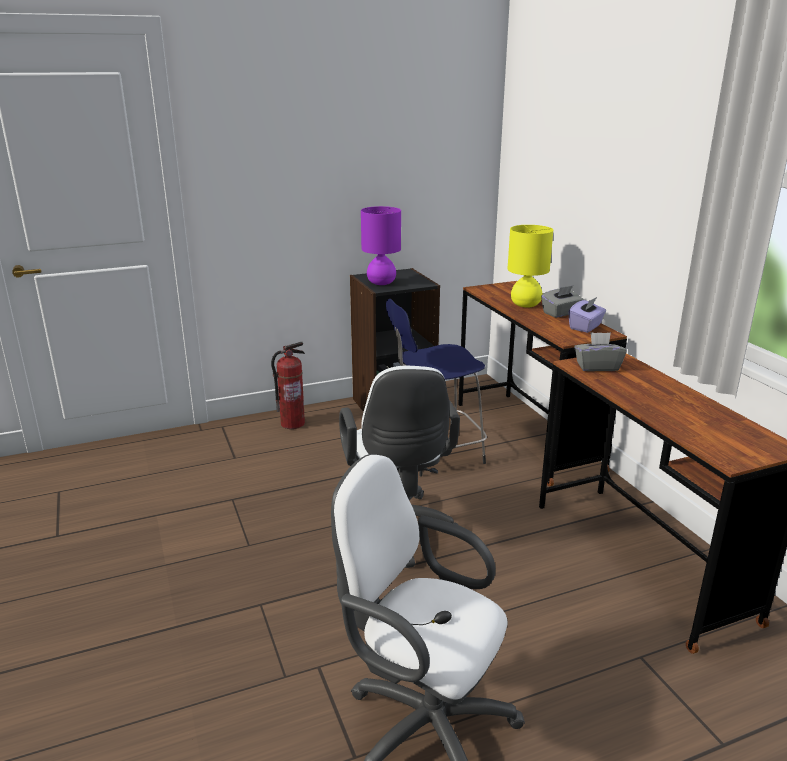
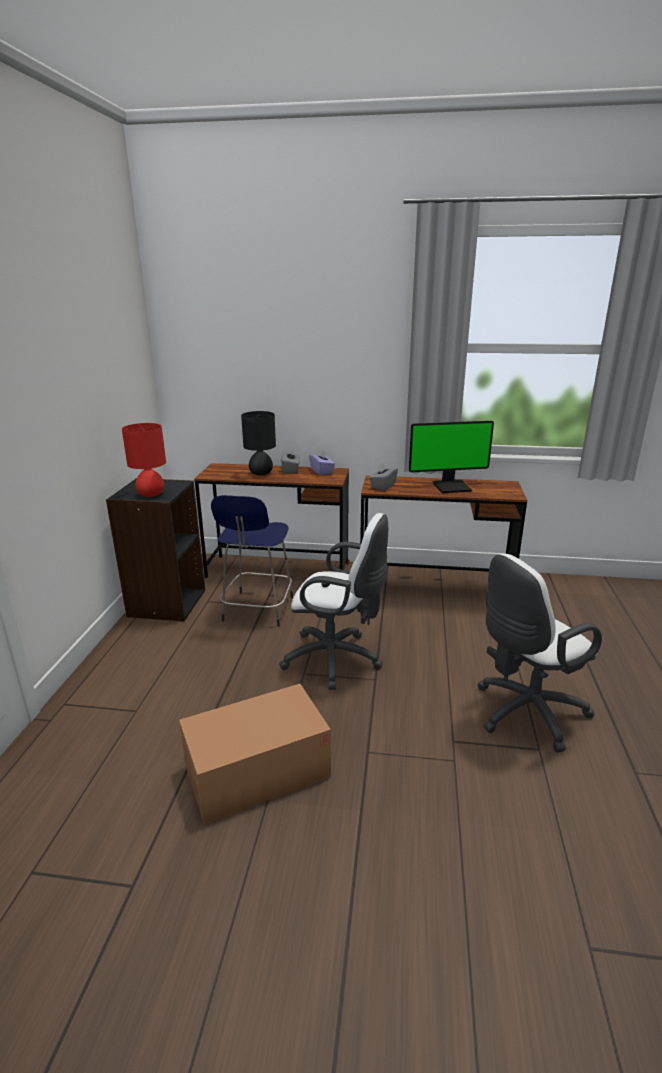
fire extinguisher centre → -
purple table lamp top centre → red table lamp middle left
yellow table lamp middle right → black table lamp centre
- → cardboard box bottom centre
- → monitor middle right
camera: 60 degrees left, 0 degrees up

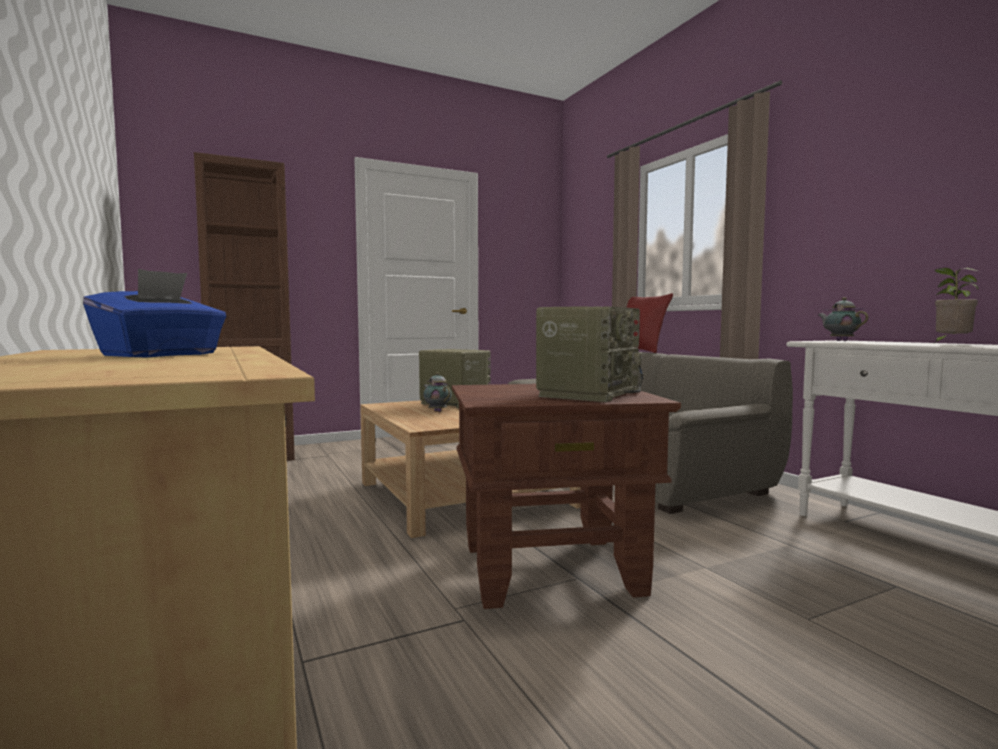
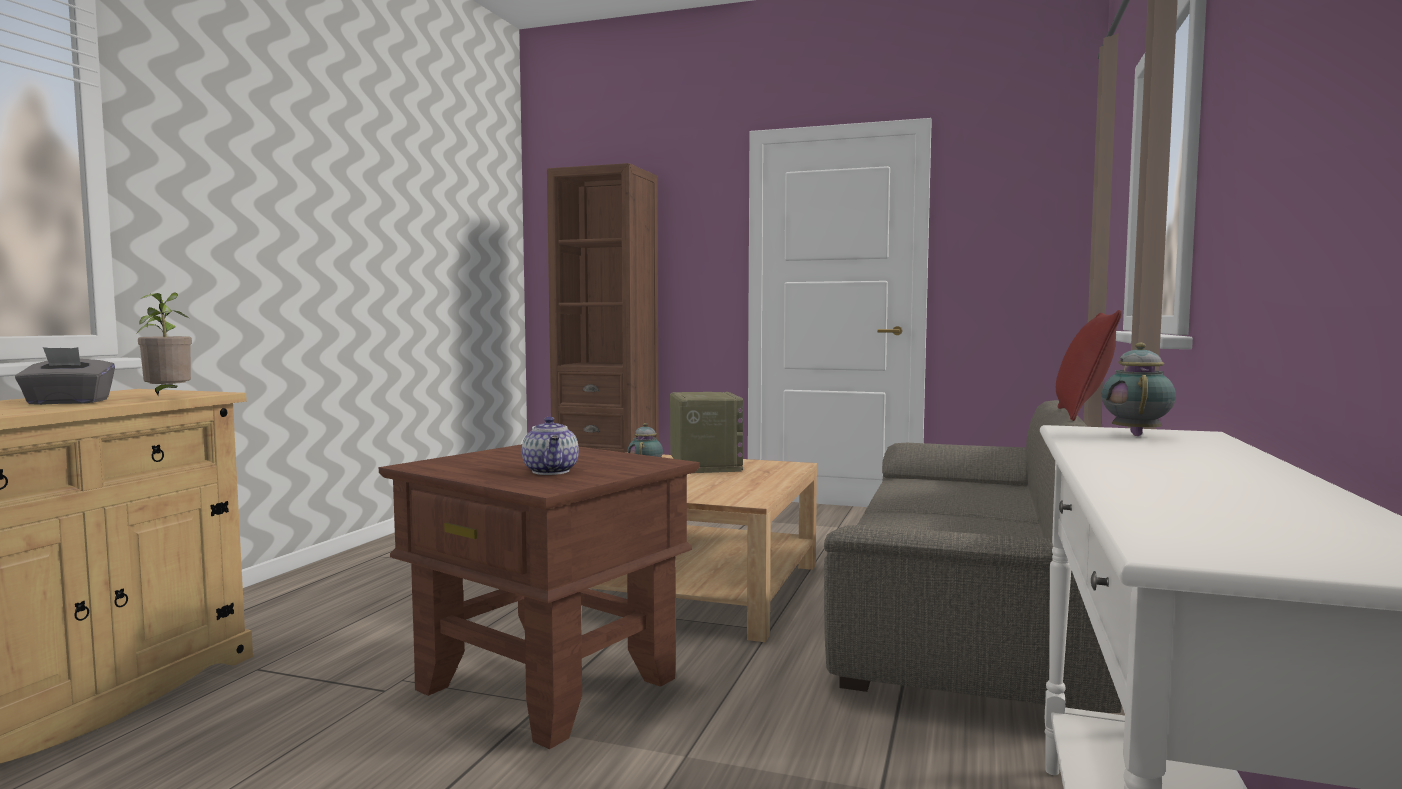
blue tissue box middle left → grey tissue box middle left
radio (no. 2 from left) centre → teapot (no. 1 from left) centre
potted plant middle right → potted plant middle left, shifted
camera: 45 degrees right, 0 degrees up

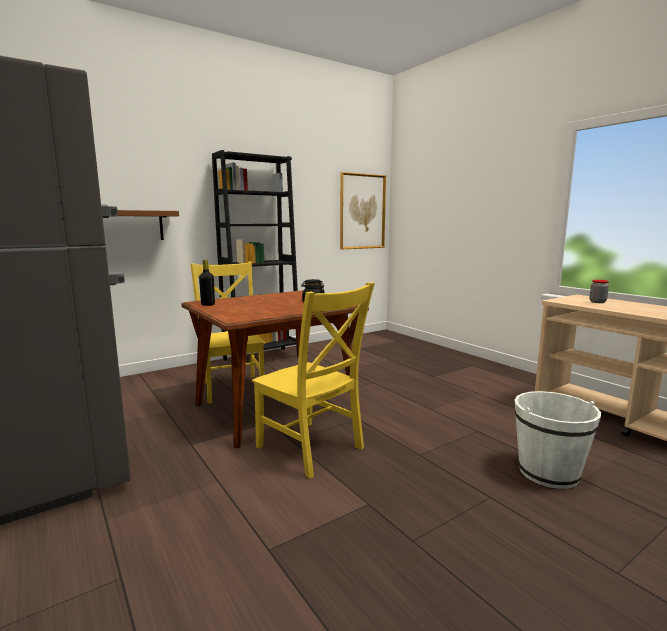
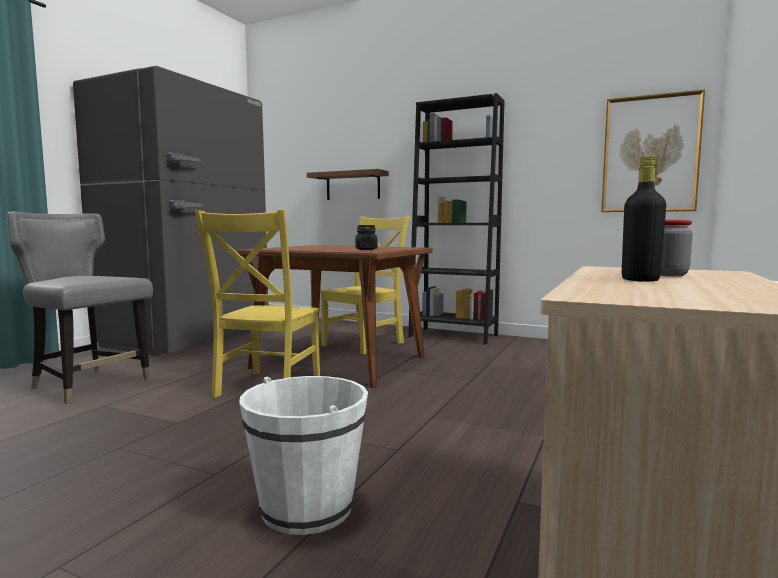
black bottle middle left → black bottle middle right, shifted
- → grey chair middle left
camera: 60 degrees right, 5 degrees down

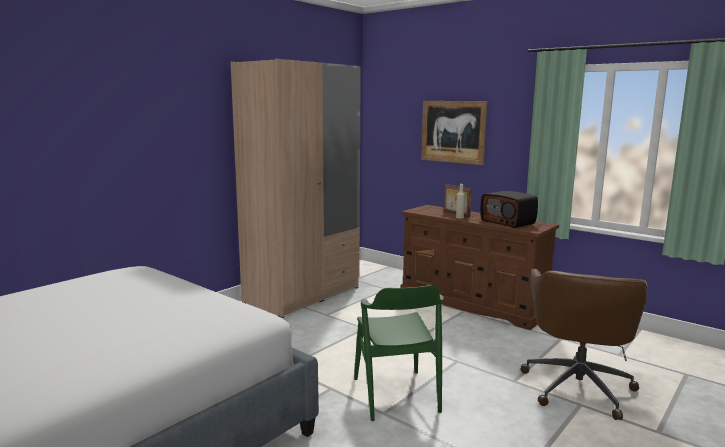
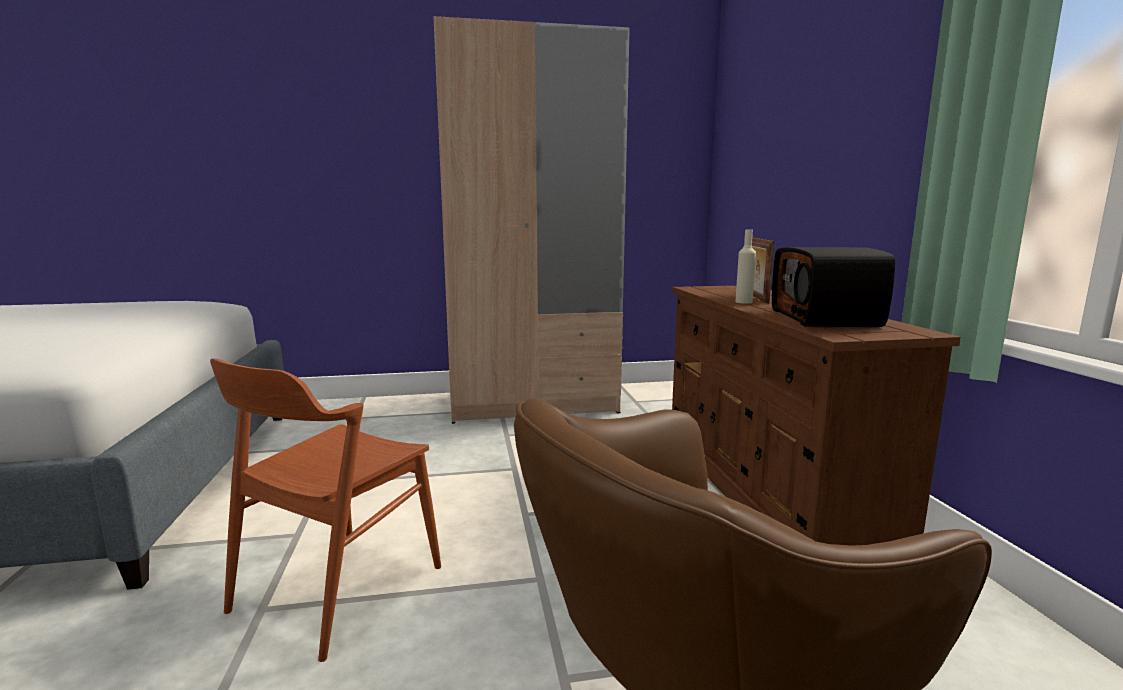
green chair bottom centre → brown chair bottom left
picture top centre → -
camera: 40 degrees right, 0 degrees up

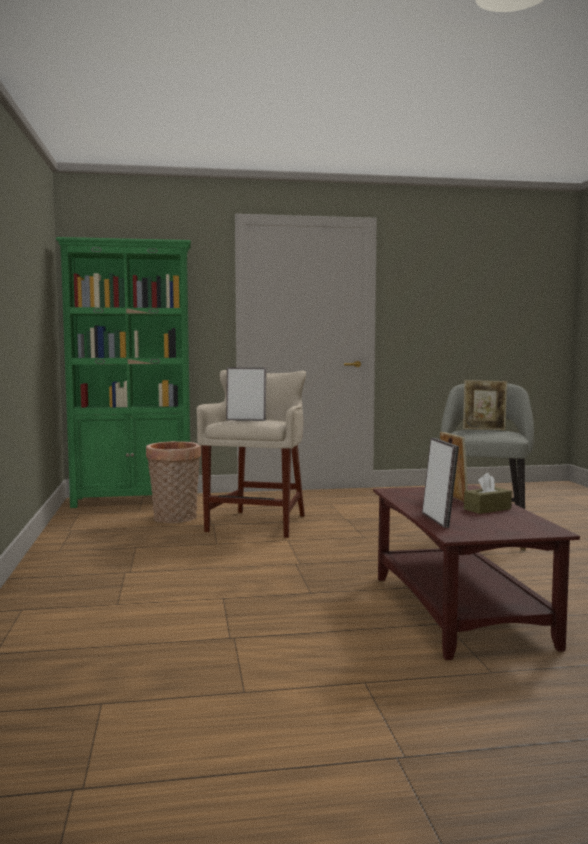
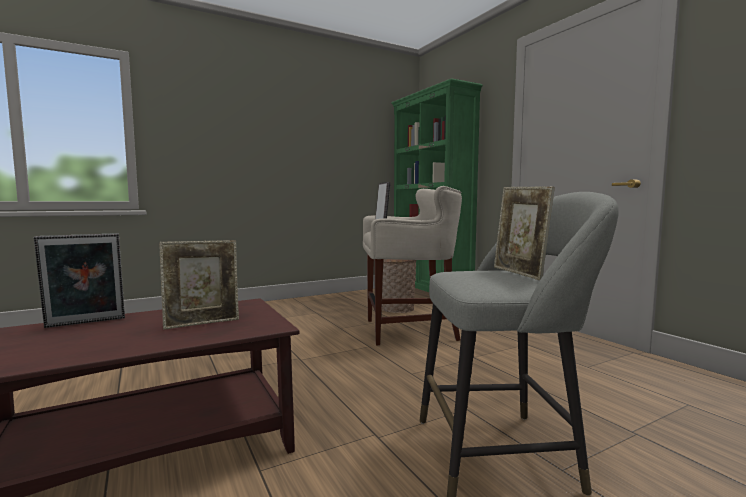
brown tissue box middle right → -
camera: 70 degrees right, 0 degrees up

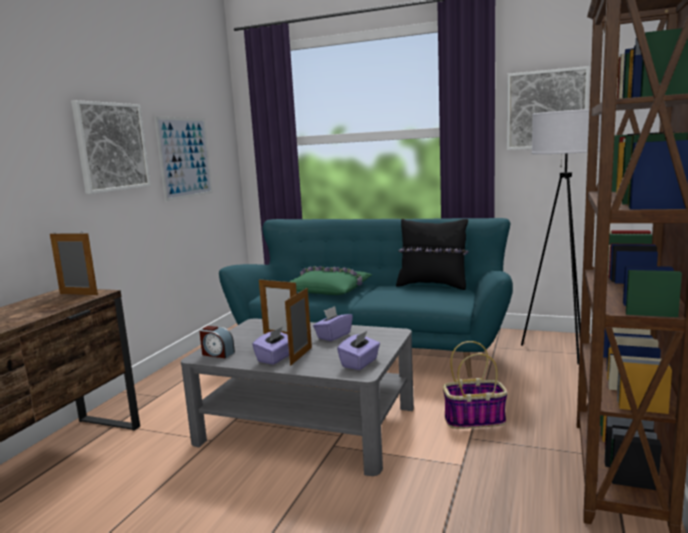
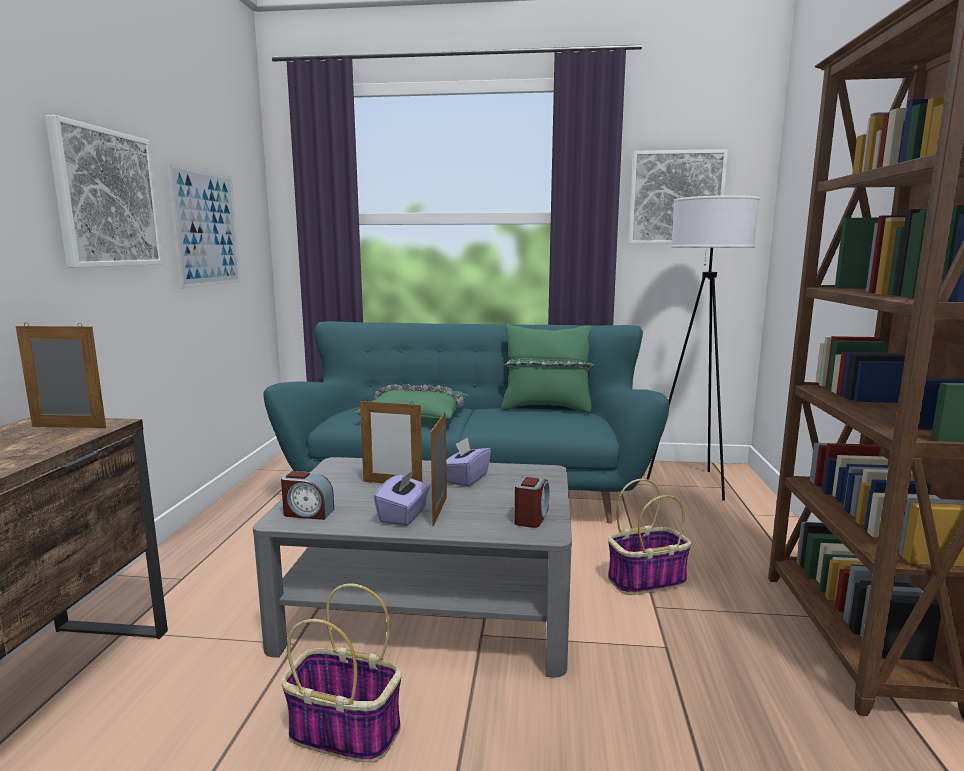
purple tissue box (no. 3 from left) centre → alarm clock (no. 2 from left) centre
black pillow centre → green pillow (no. 2 from left) centre
- → basket (no. 1 from left) bottom centre
camera: 15 degrees left, 0 degrees up

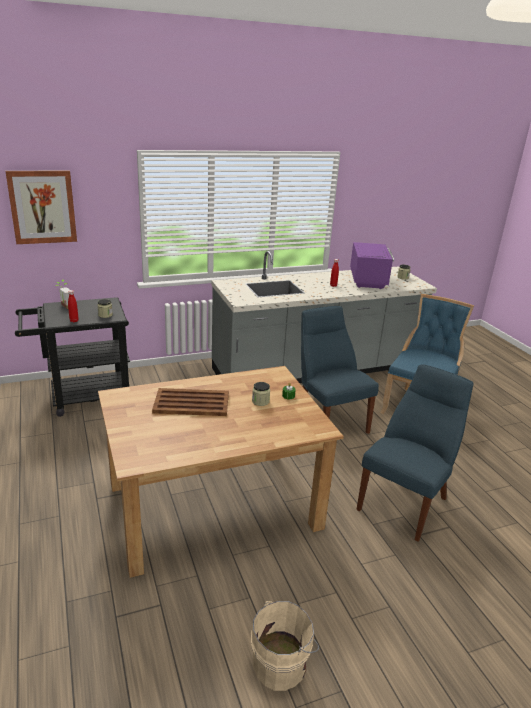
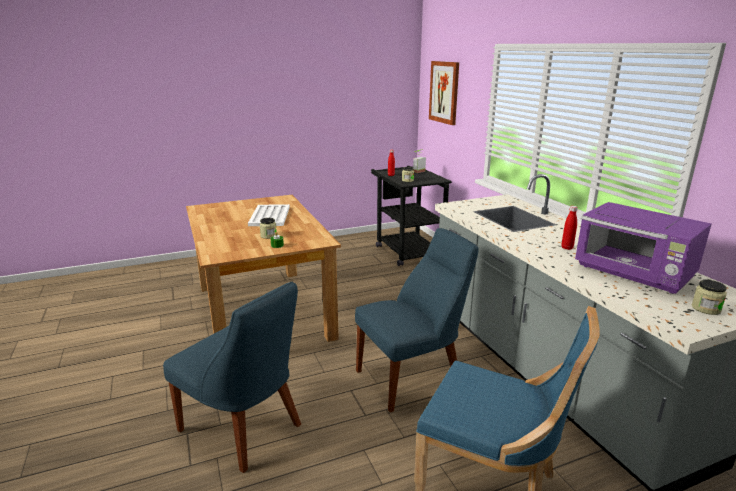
brown tray centre → white tray centre
beige bucket bottom centre → -
purple microwave middle right, 45 degrees clockwise
camera: 90 degrees right, 5 degrees down

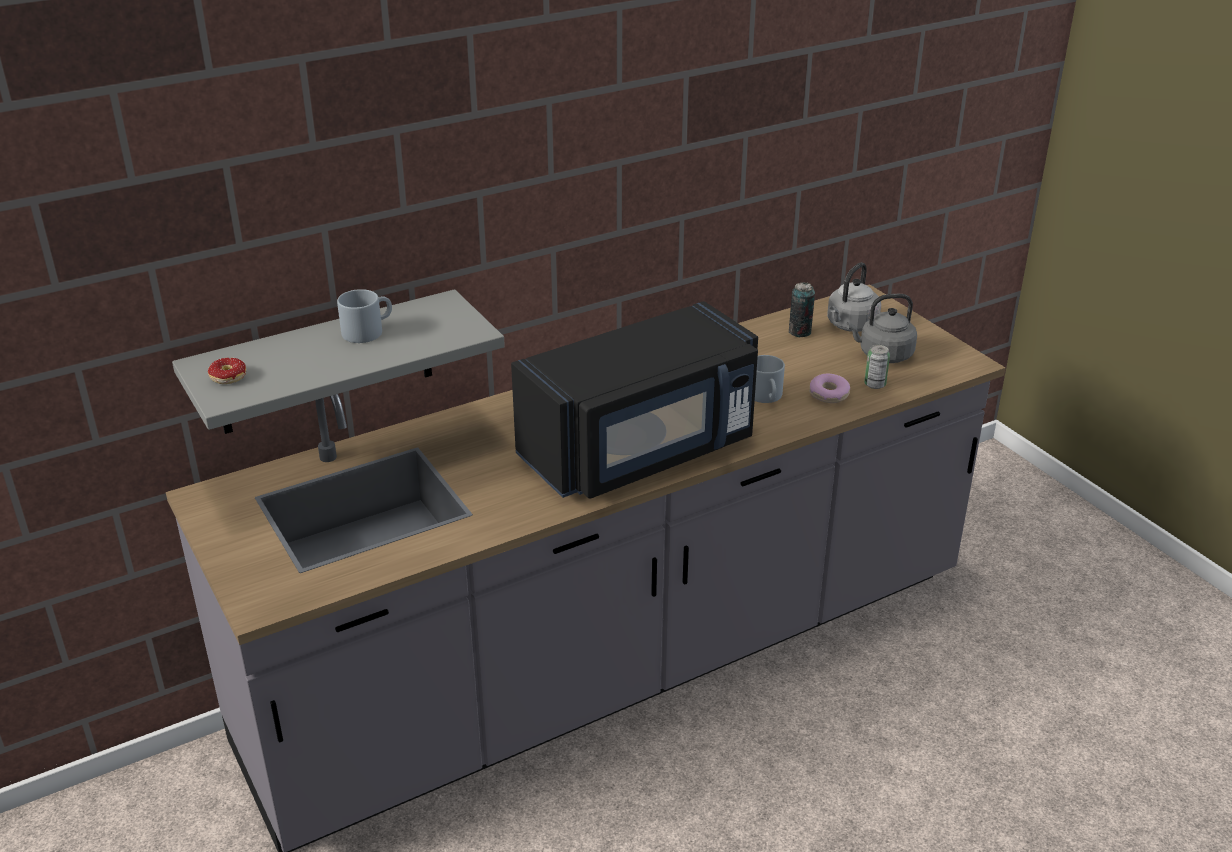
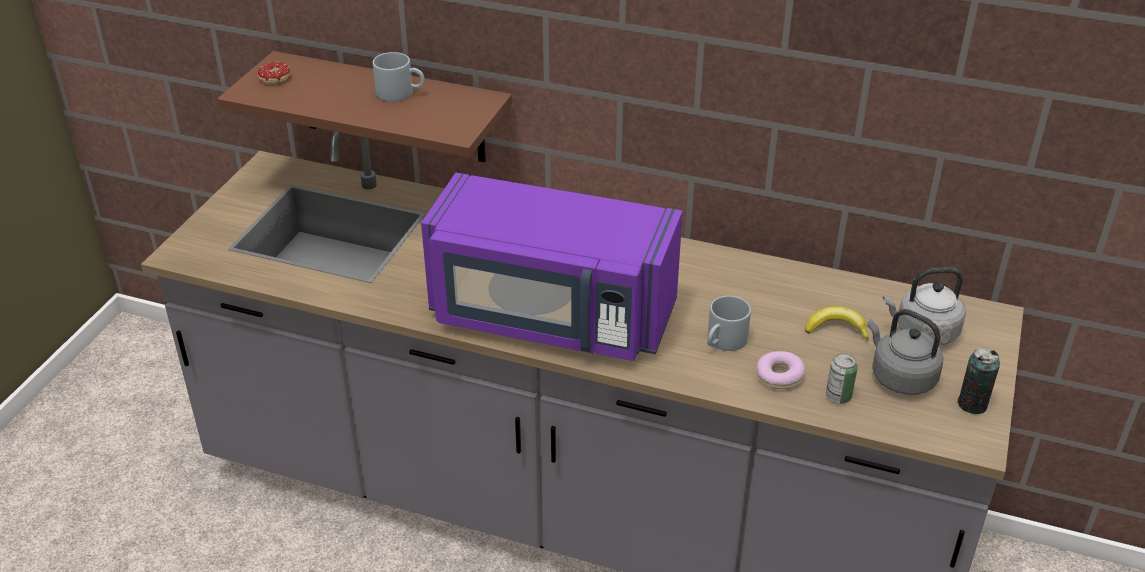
grey shelf middle left → brown shelf top left
black microwave centre → purple microwave centre
can (no. 1 from left in the first image) centre → can (no. 2 from left) middle right, shifted
- → banana middle right
camera: 50 degrees right, 5 degrees up

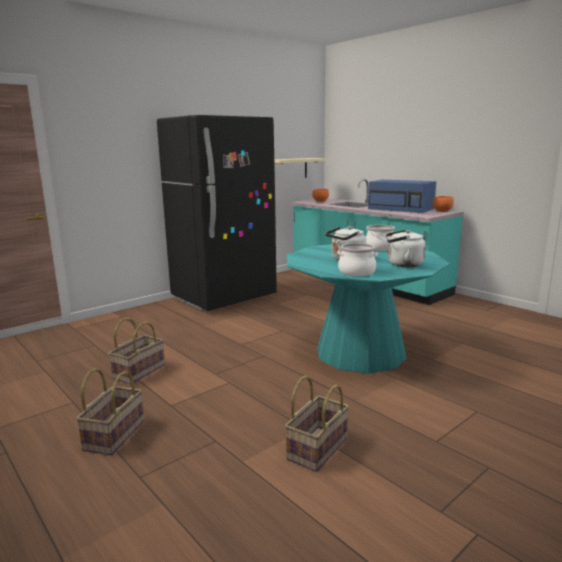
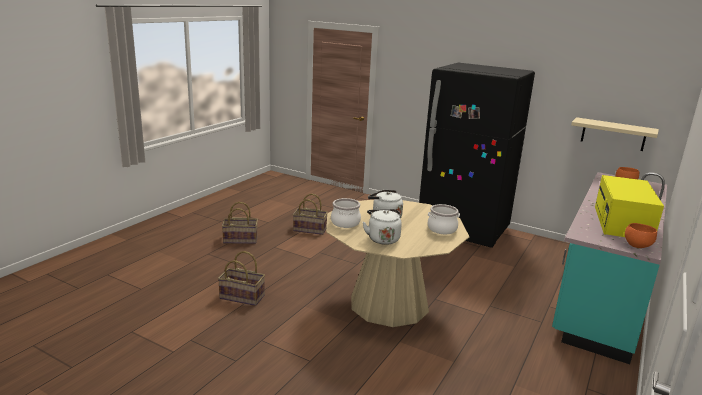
turquoise dining table centre → beige dining table centre
blue microwave middle right → yellow microwave middle right
camera: 70 degrees right, 5 degrees up

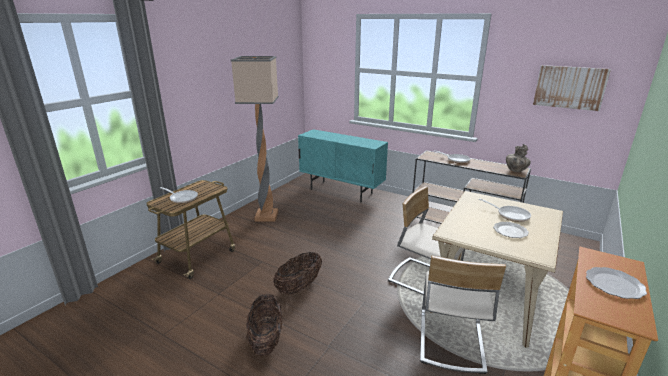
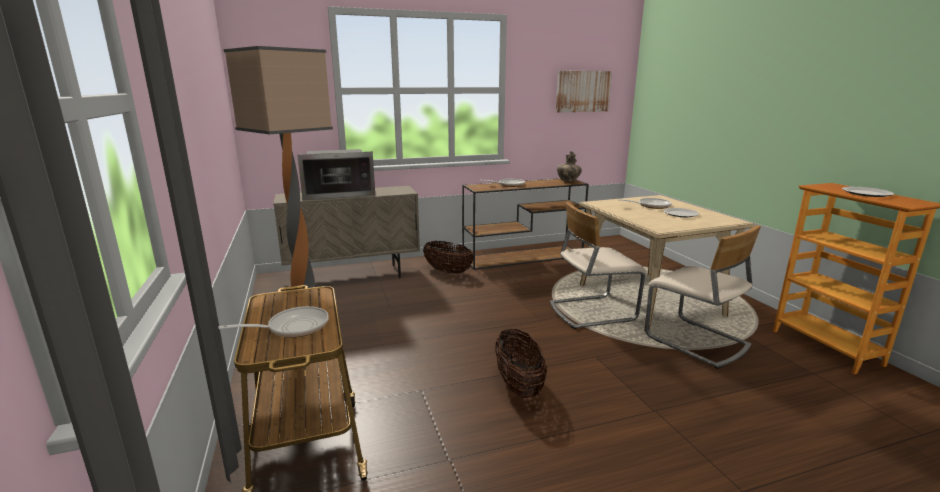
basket (no. 1 from left) bottom centre → basket (no. 1 from left) centre, shifted
turquoise cabinet centre → beige cabinet centre
- → microwave centre
camera: 50 degrees left, 5 degrees down

